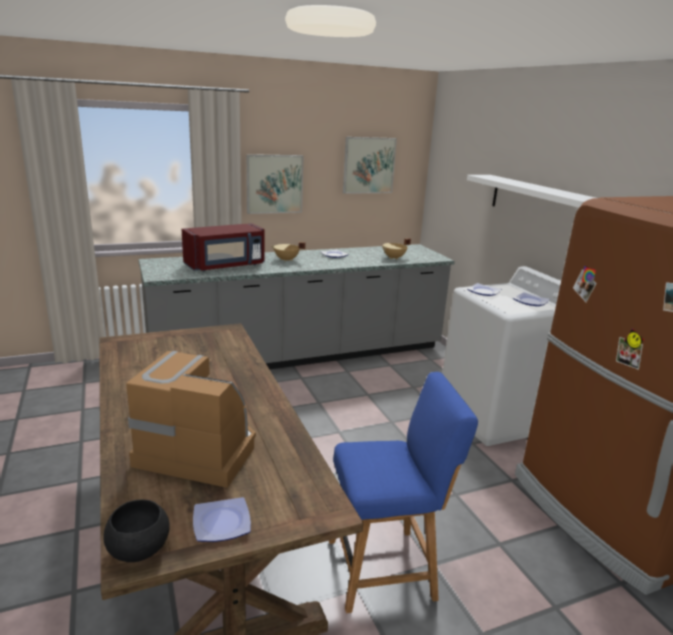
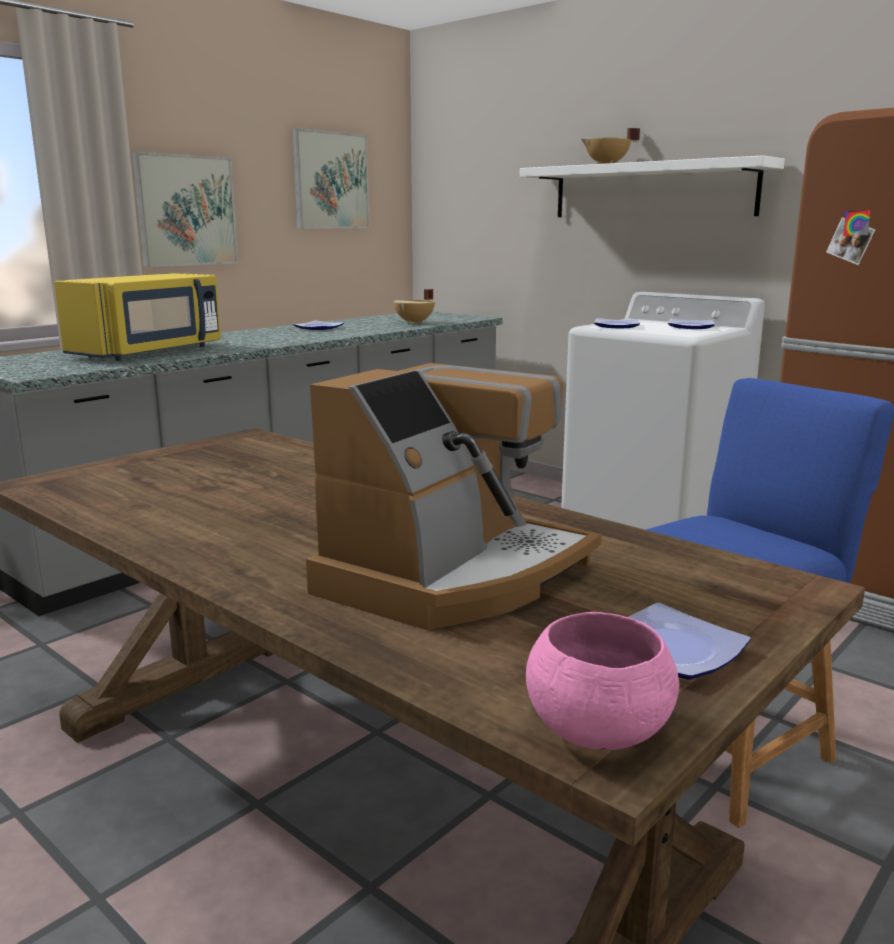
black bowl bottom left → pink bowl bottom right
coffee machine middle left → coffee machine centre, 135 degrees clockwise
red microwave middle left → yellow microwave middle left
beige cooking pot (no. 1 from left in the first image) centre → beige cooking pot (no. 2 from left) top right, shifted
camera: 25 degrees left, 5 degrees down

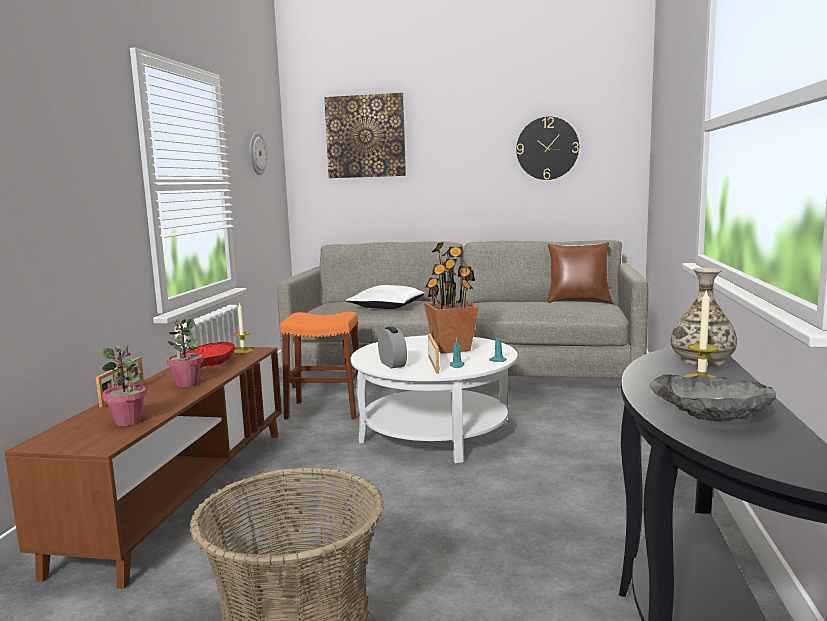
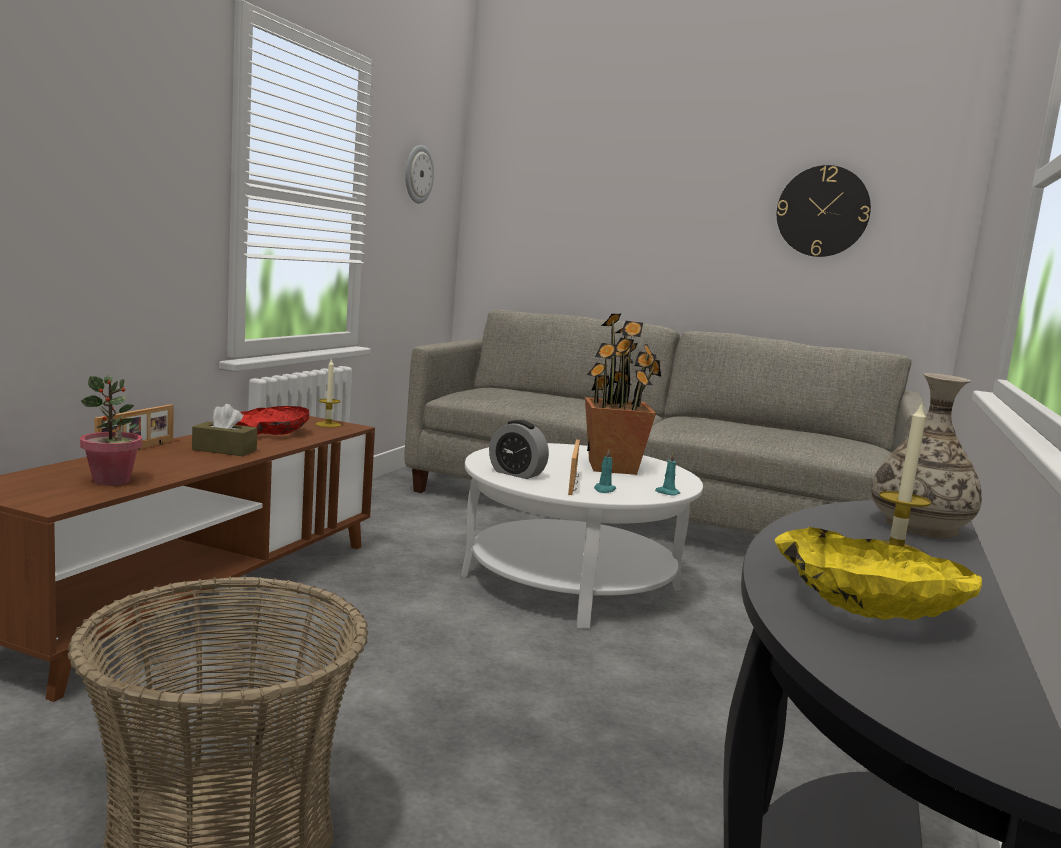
potted plant (no. 2 from left) middle left → brown tissue box middle left
orange stool centre → -
picture top centre → -
white pillow centre → -
alarm clock centre, 135 degrees clockwise
brown pillow middle right → -
grey bowl middle right → yellow bowl bottom right
camera: 10 degrees right, 0 degrees up

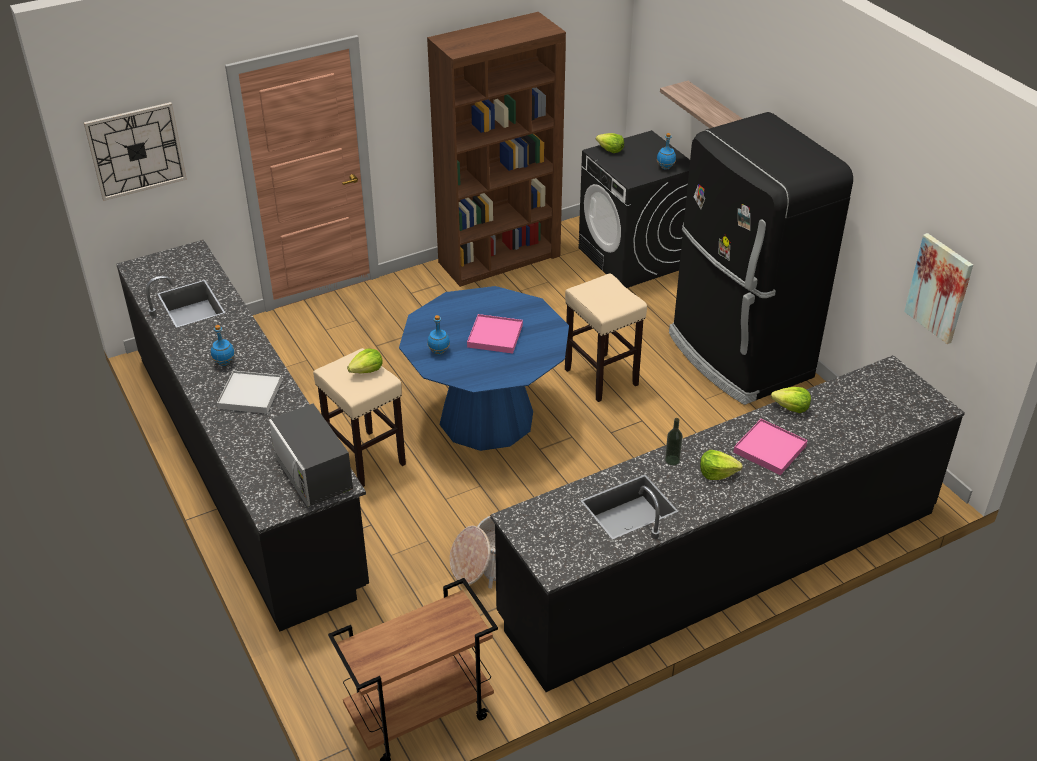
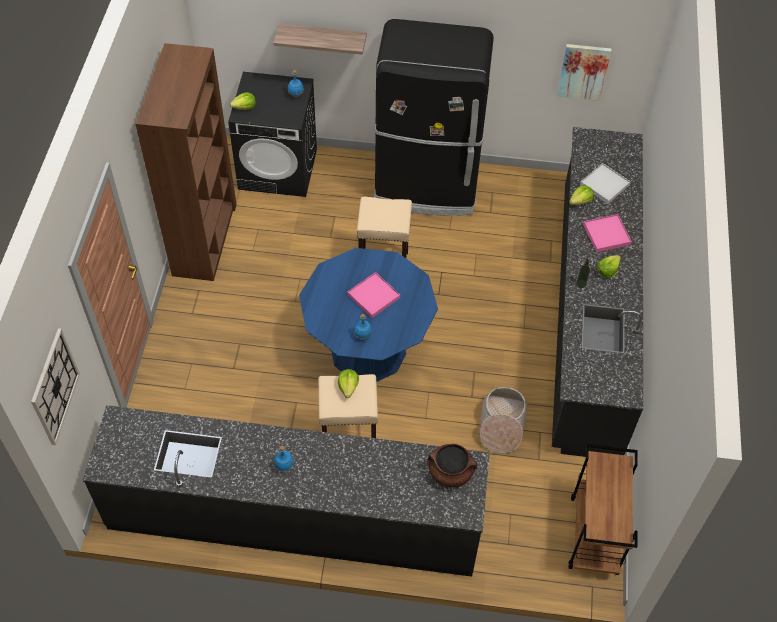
white tray middle left → white tray top right, shifted
microwave middle left → brown cooking pot bottom centre
camera: 55 degrees left, 15 degrees up

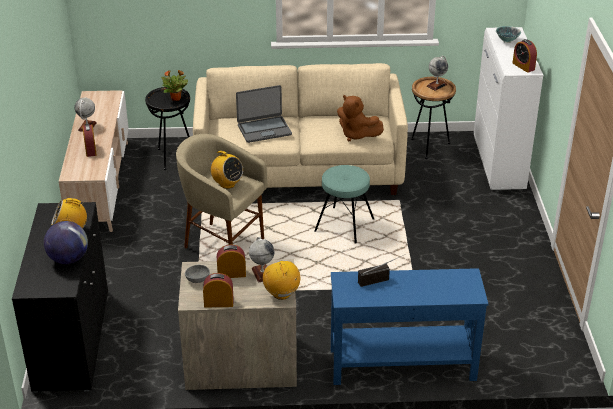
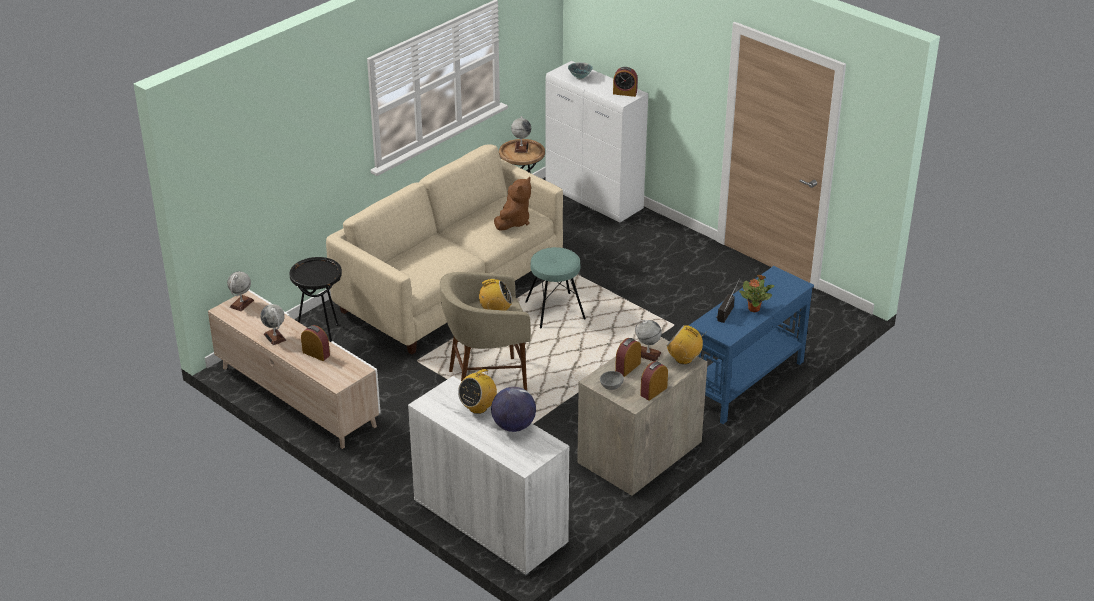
black cabinet bottom left → white cabinet (no. 1 from left) bottom centre
potted plant top left → potted plant middle right, shifted
laptop top centre → -
brown plush toy top centre → brown plush toy centre, 60 degrees counterclockwise
- → globe (no. 1 from left) middle left
camera: 45 degrees left, 0 degrees up

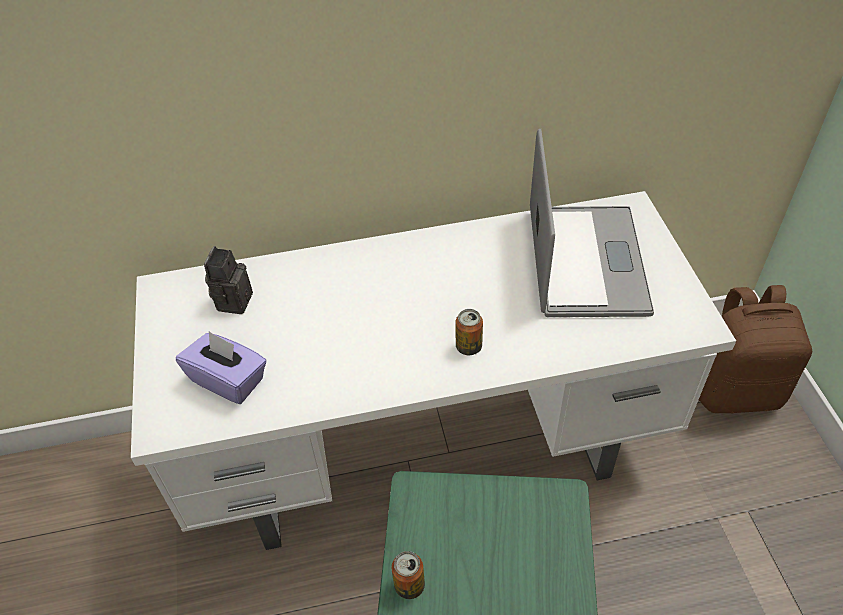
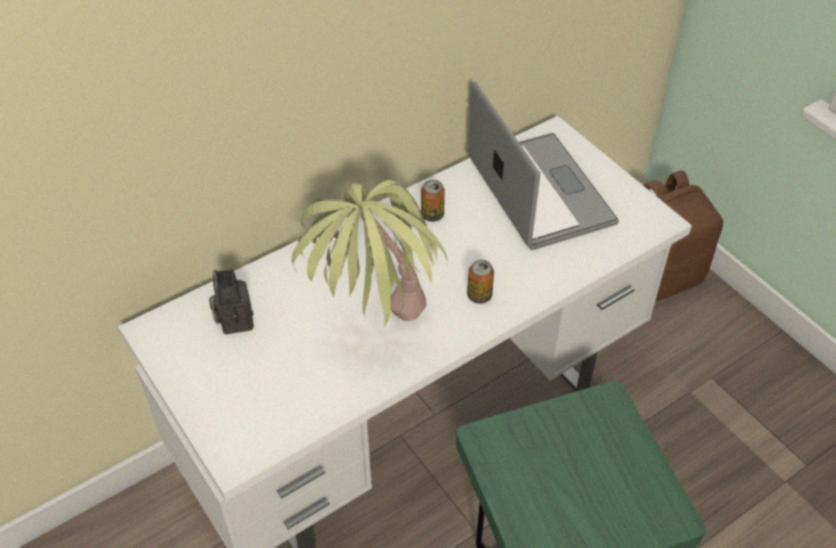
purple tissue box middle left → -
can (no. 1 from left) bottom centre → can (no. 1 from left) centre, shifted
- → potted plant centre
camera: 25 degrees left, 0 degrees up

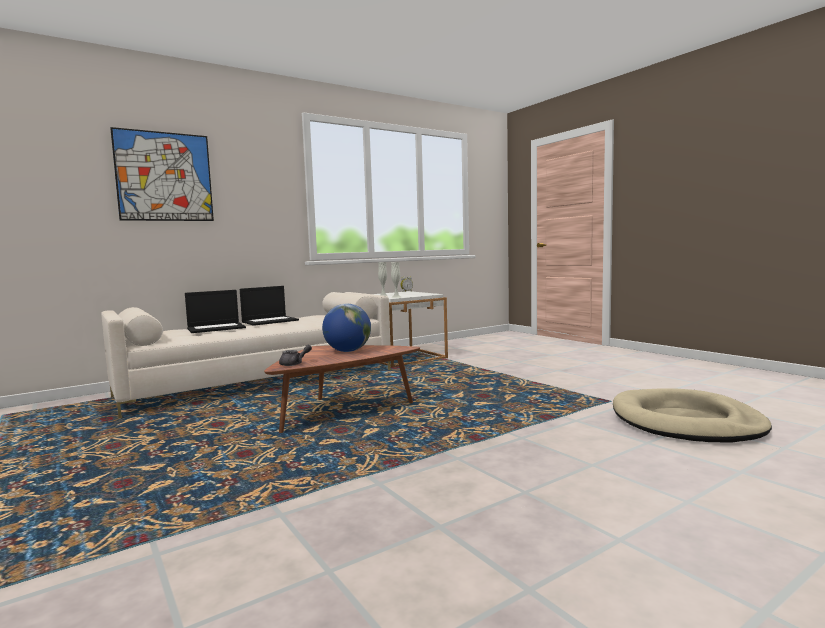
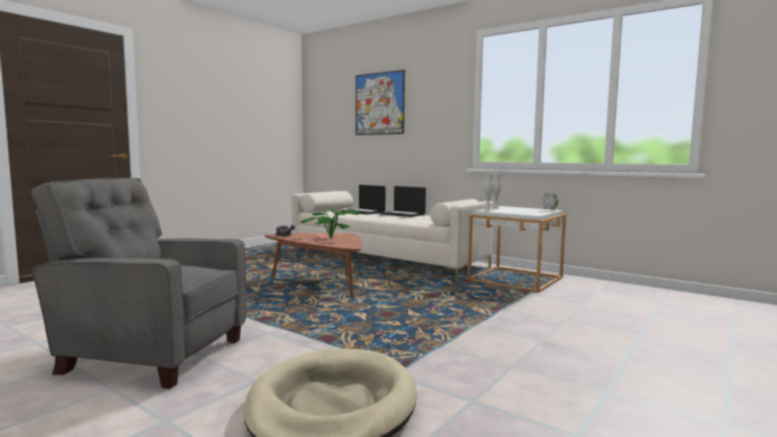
globe centre → potted plant centre
- → grey armchair middle left
camera: 70 degrees right, 0 degrees up

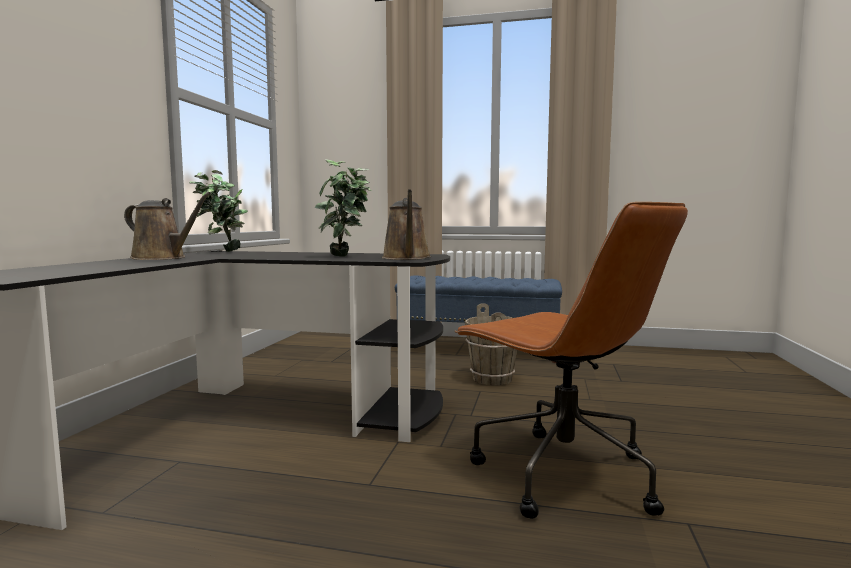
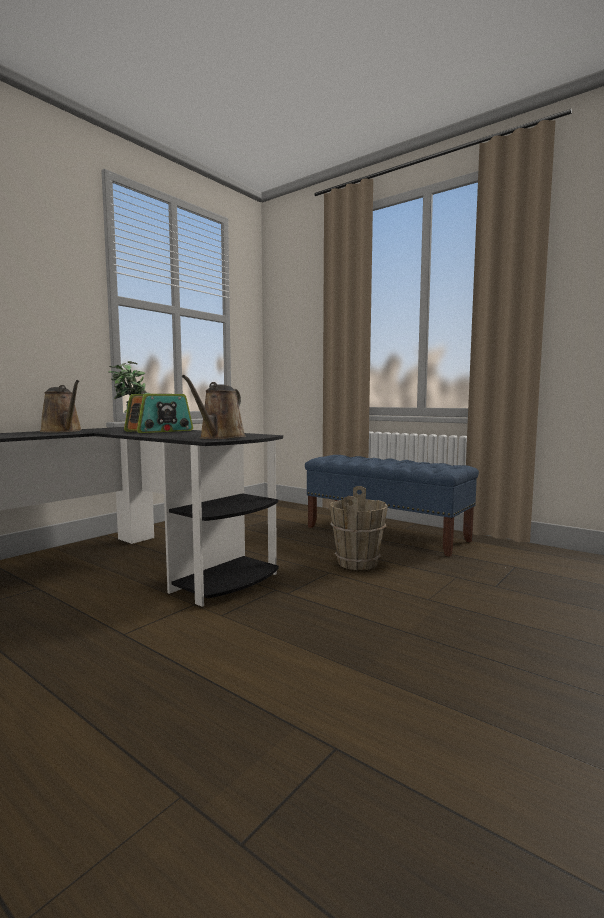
potted plant (no. 2 from left) centre → -
brown office chair middle right → -
- → radio middle left
camera: 25 degrees right, 0 degrees up

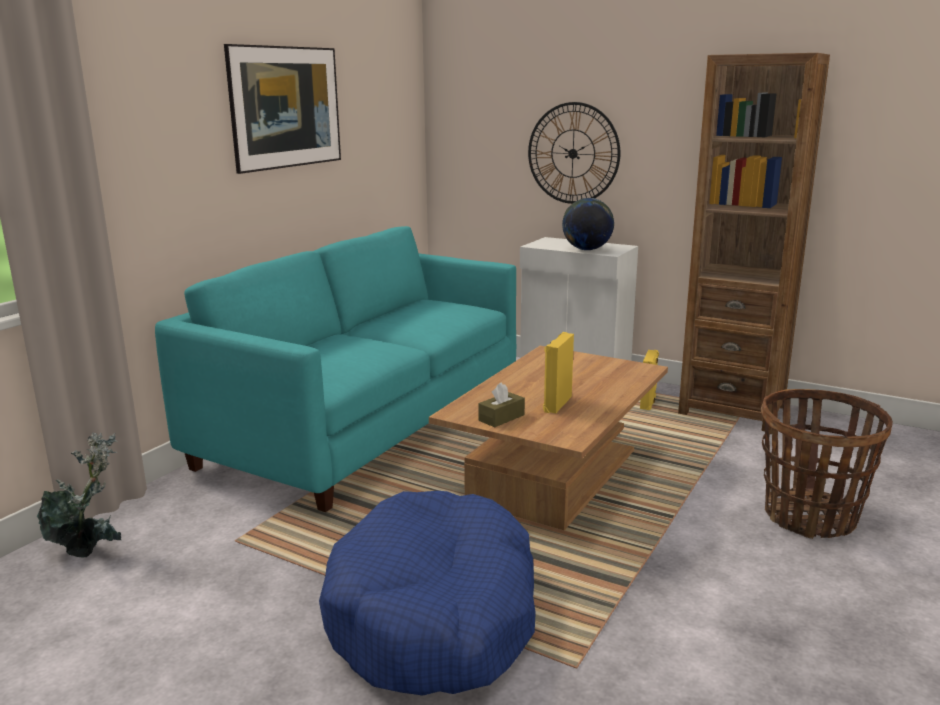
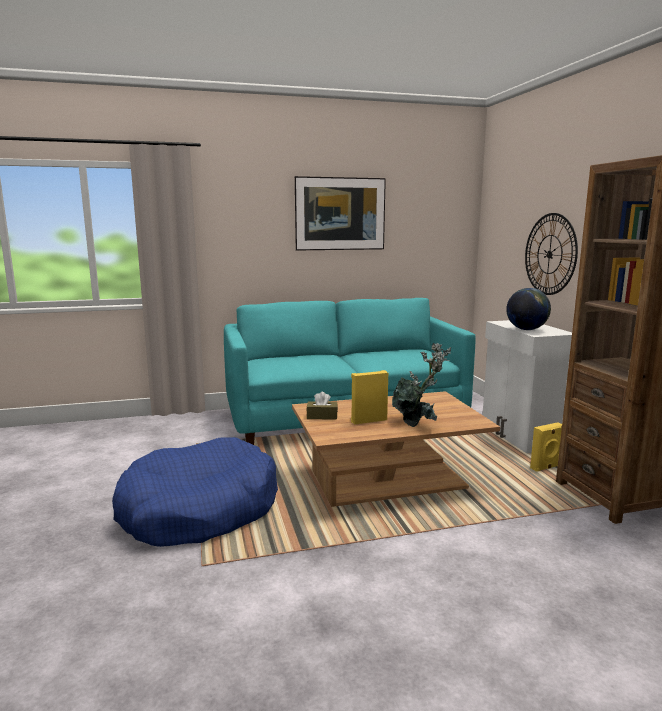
potted plant bottom left → potted plant centre, shifted
basket middle right → -
camera: 45 degrees right, 5 degrees down

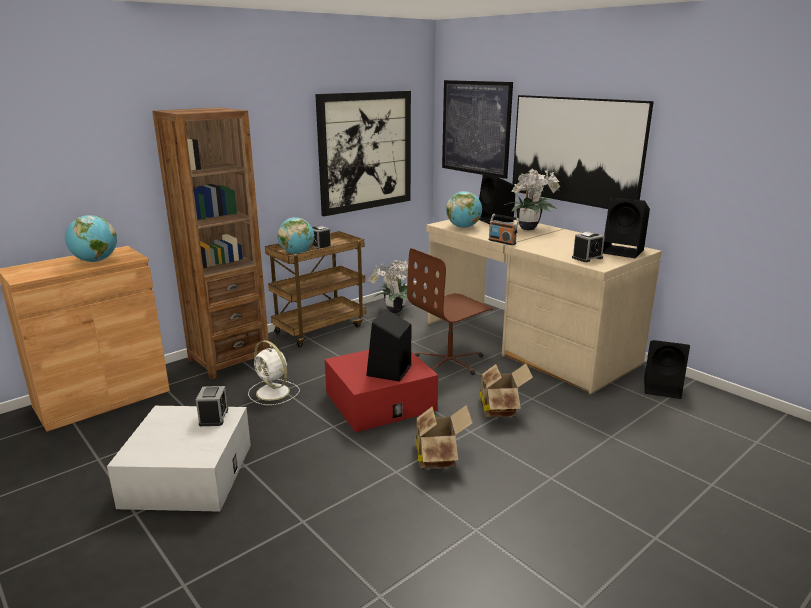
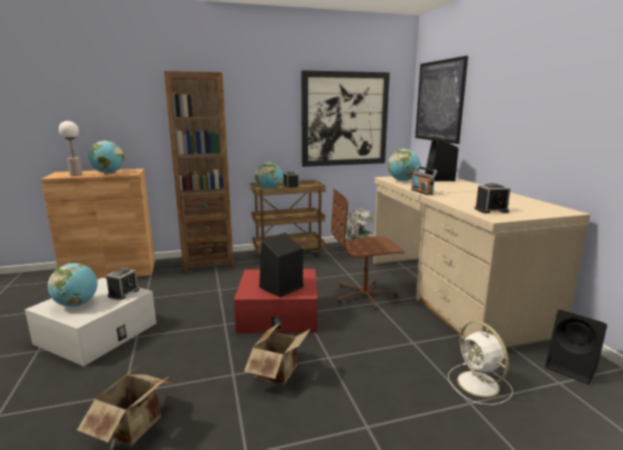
white fan centre → white fan bottom right, shifted
cardboard box (no. 2 from left in the first image) centre → cardboard box (no. 1 from left) bottom left, shifted
potted plant (no. 2 from left) top centre → -
picture (no. 3 from left) top right → -
black speaker (no. 3 from left) middle right → -
- → globe (no. 1 from left) middle left
- → table lamp top left
camera: 25 degrees right, 5 degrees down

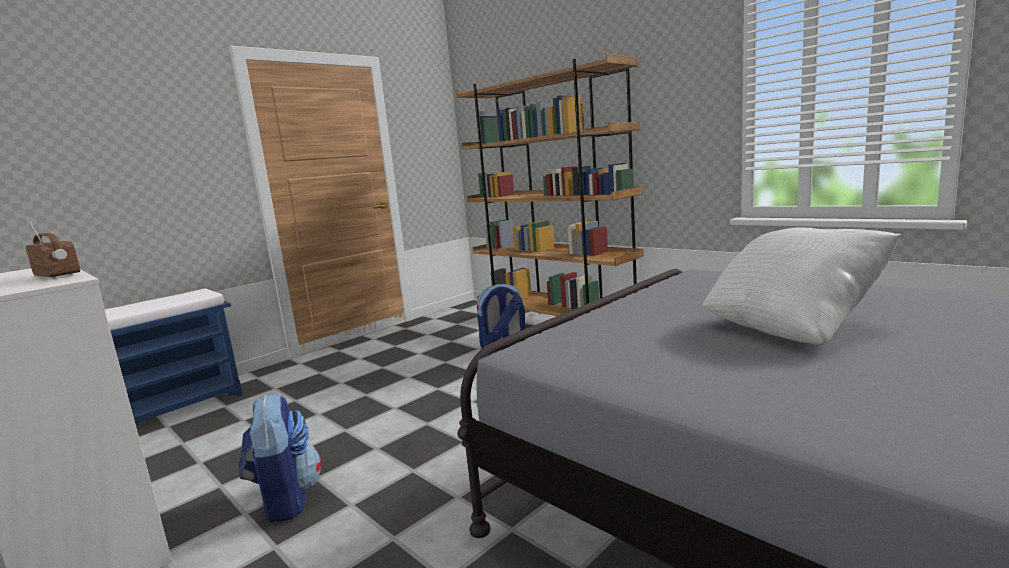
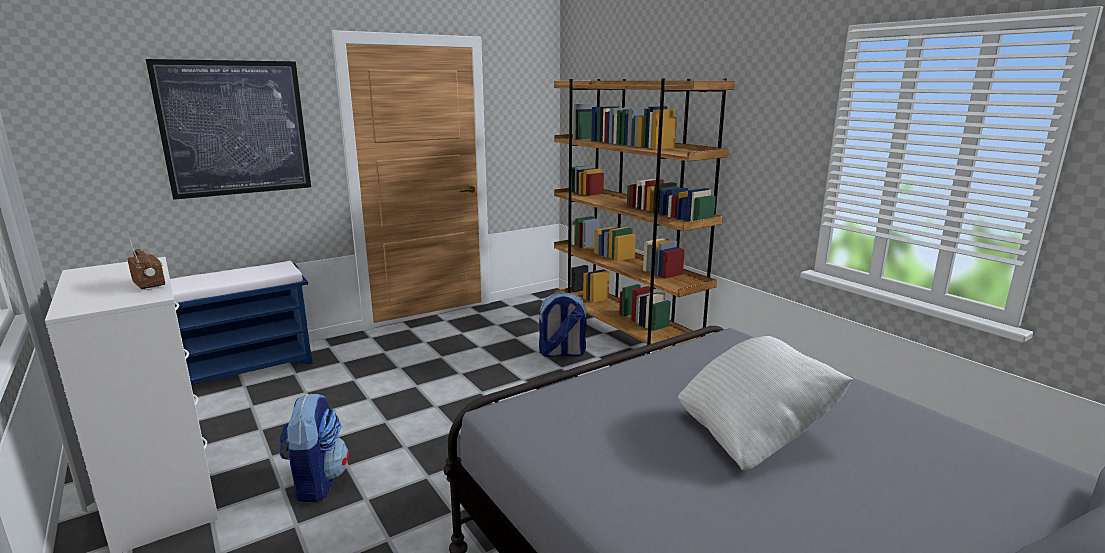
- → picture top left
camera: 10 degrees right, 5 degrees up

